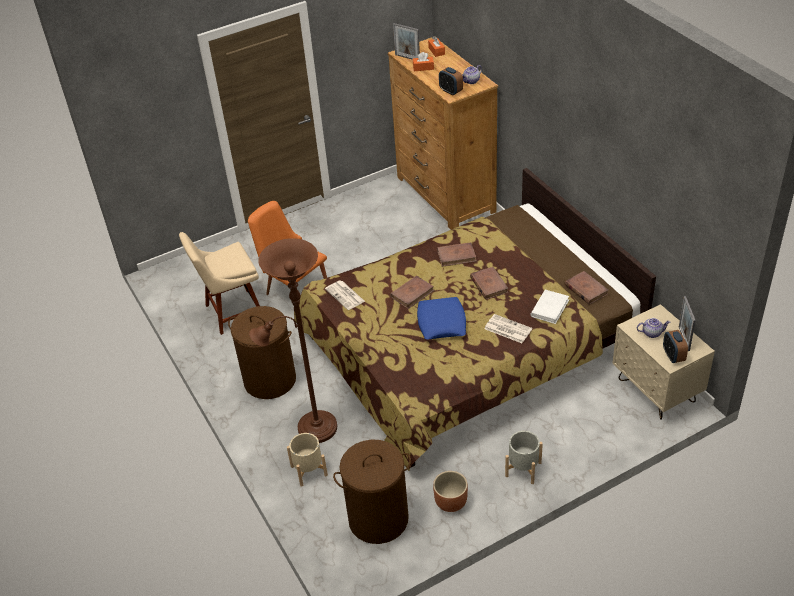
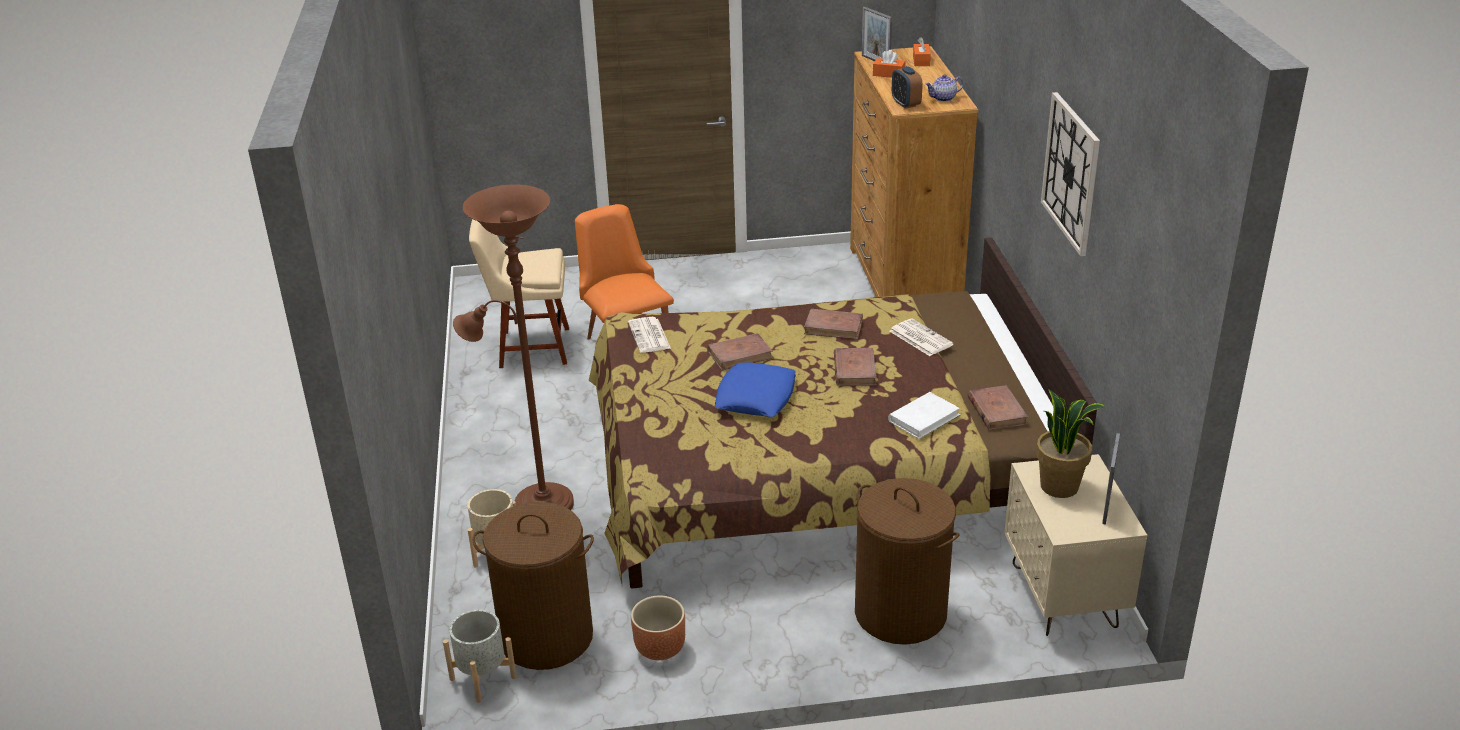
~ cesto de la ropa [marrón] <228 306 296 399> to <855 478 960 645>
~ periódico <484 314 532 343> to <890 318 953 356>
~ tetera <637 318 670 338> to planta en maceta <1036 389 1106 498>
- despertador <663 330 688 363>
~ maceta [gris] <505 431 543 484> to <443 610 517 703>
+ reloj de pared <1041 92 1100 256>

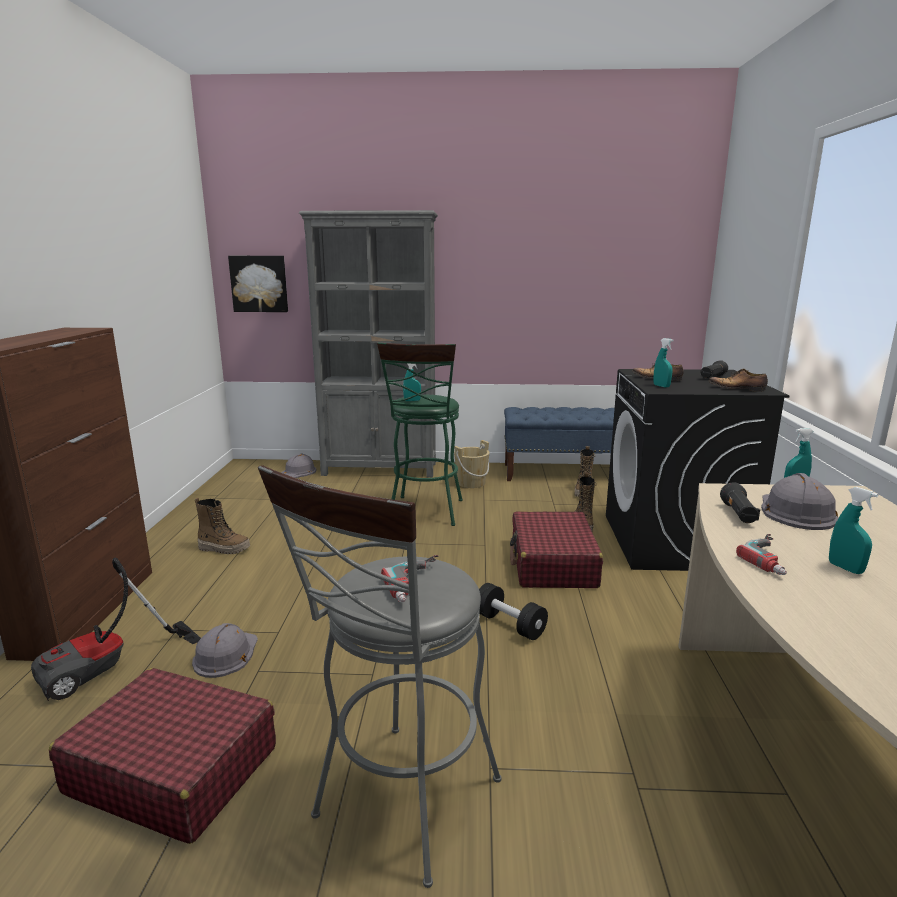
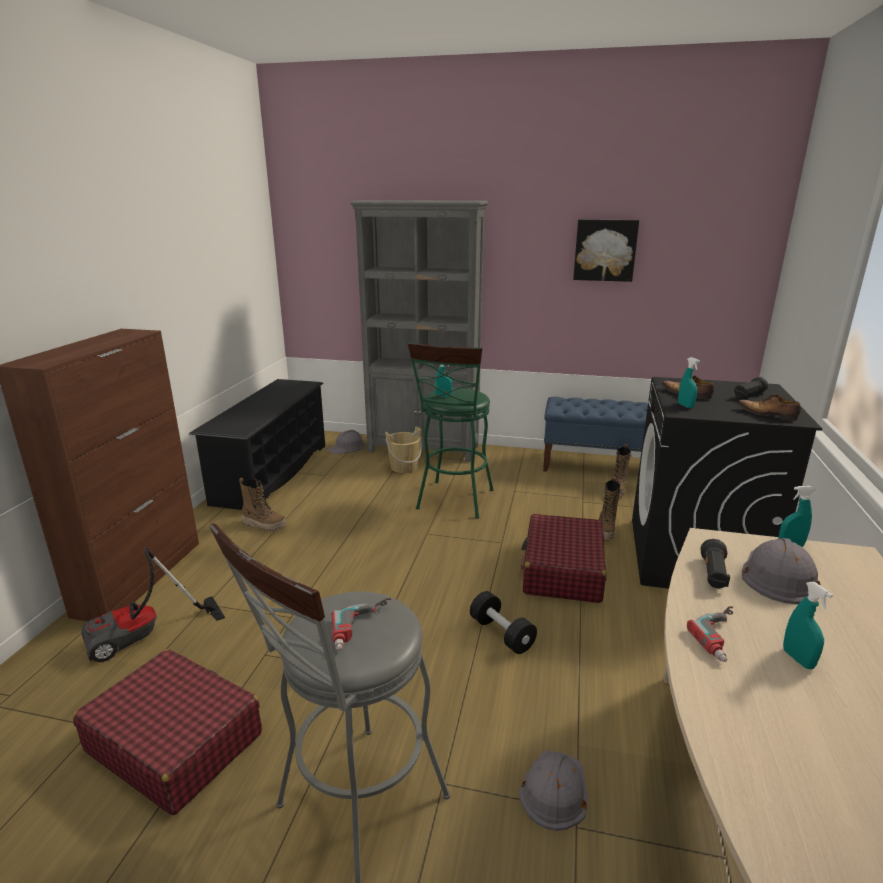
~ cuadro <228 256 288 312> to <573 219 639 282>
~ cubo [beis] <454 440 490 488> to <385 427 422 473>
~ casco [gris] <192 623 258 678> to <519 750 588 831>
+ zapatero [negro] <189 379 325 510>

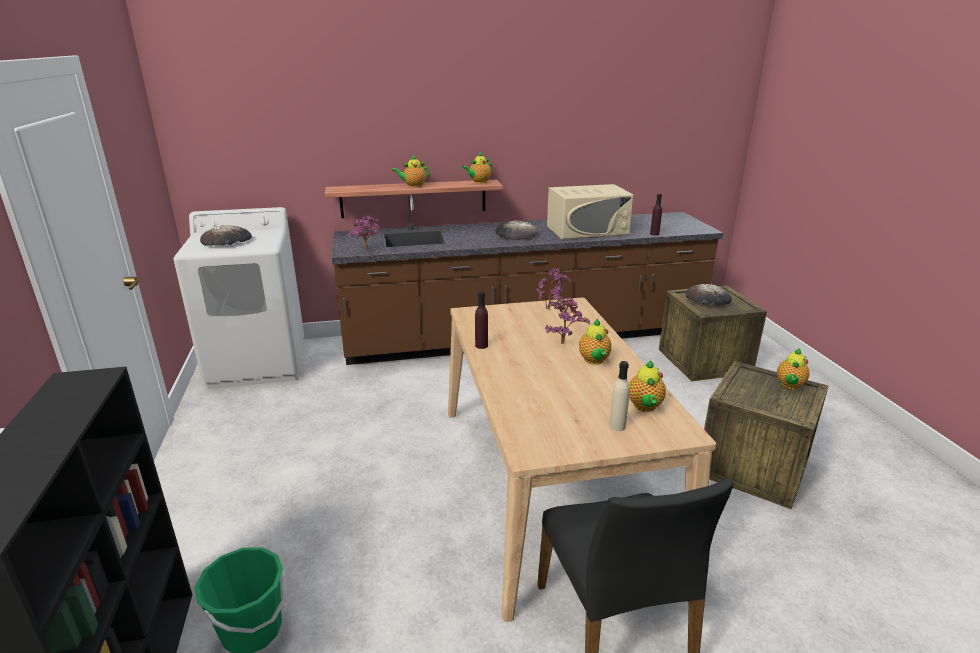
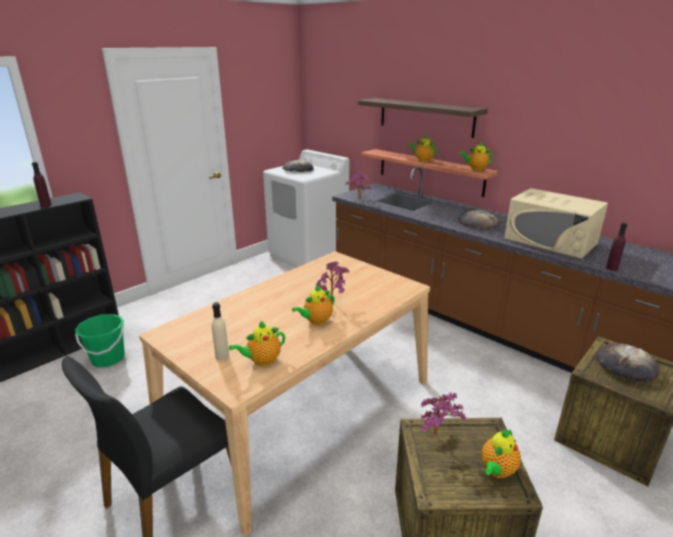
~ planta en maceta <536 268 571 309> to <419 392 466 436>
~ botella [morado] <475 291 488 349> to <32 162 52 207>
~ tetera <777 348 810 389> = <481 429 521 478> 45 degrees counterclockwise
+ estante <358 98 488 138>

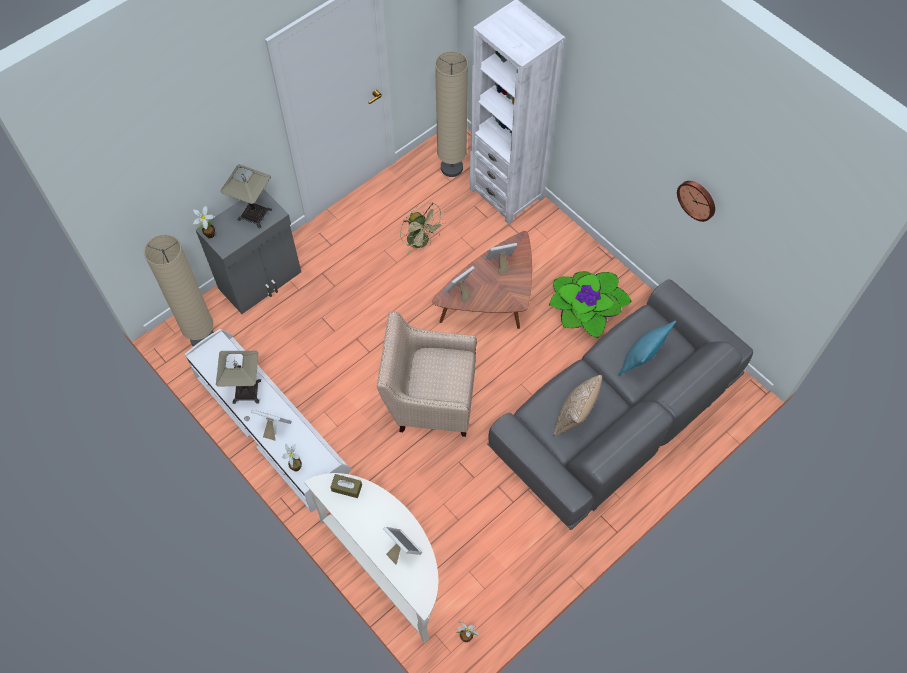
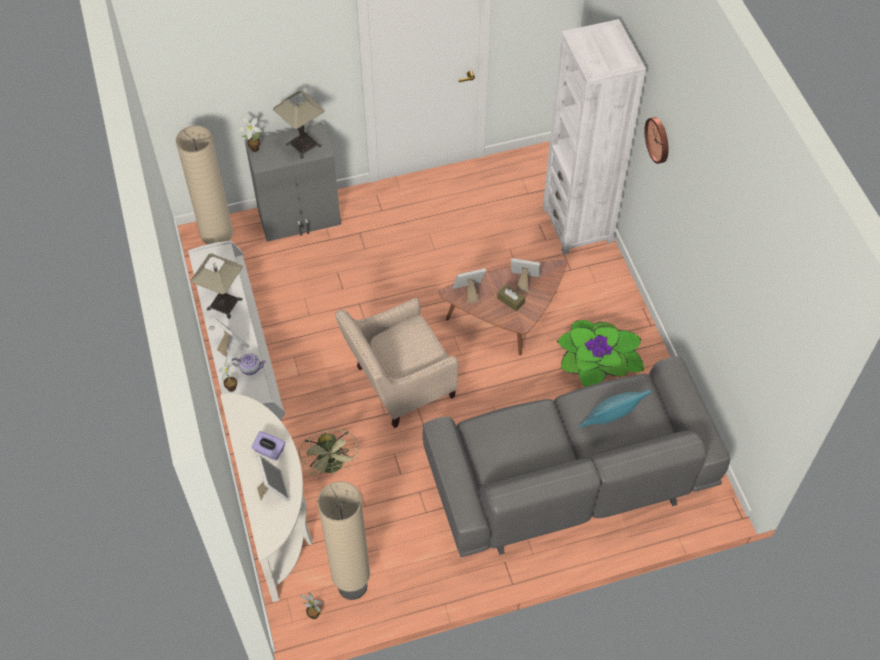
~ lámpara de pie [beis] <435 51 468 177> to <317 481 370 600>
~ reloj de pared <677 181 715 222> to <644 117 669 164>
~ ventilador [verde] <400 202 445 255> to <299 430 359 476>
~ sillón [beis] <377 311 477 437> = <335 298 459 428> 60 degrees counterclockwise
- cojín <553 375 602 436>
~ caja de pañuelos [marrón] <331 474 362 498> to <497 284 525 312>
+ tetera <231 353 267 375>
+ caja de pañuelos [morado] <251 431 285 460>

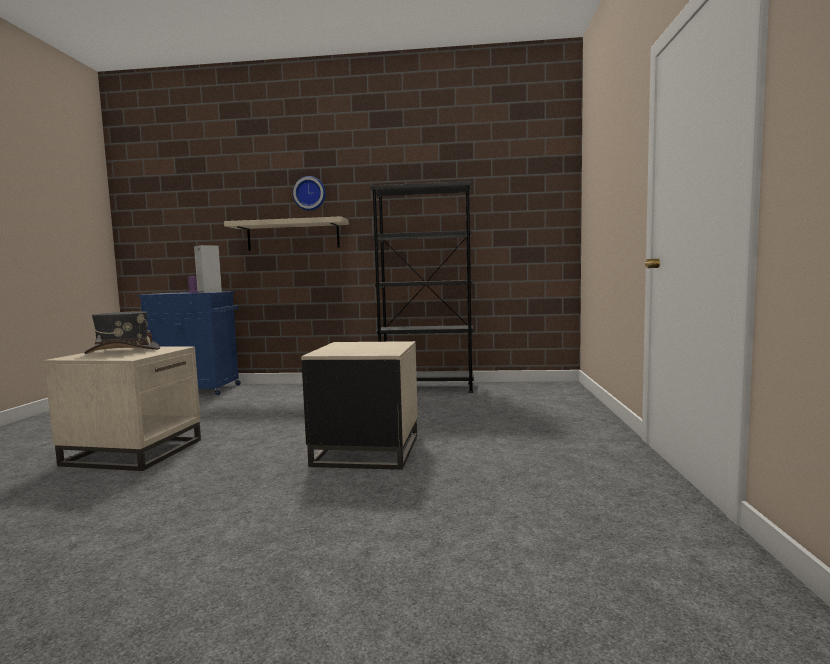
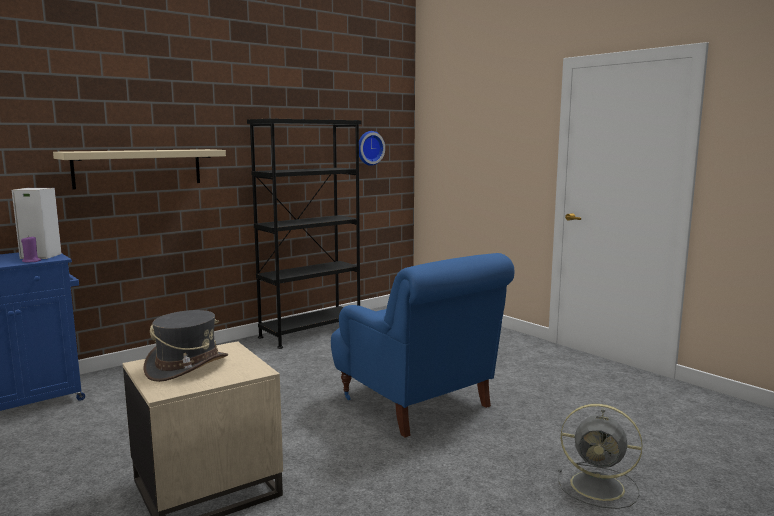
~ reloj de pared <293 176 326 211> to <359 131 385 166>
~ mesa auxiliar [beis] <301 341 418 470> to sillón [azul] <331 253 514 438>
+ ventilador [gris] <558 404 643 509>

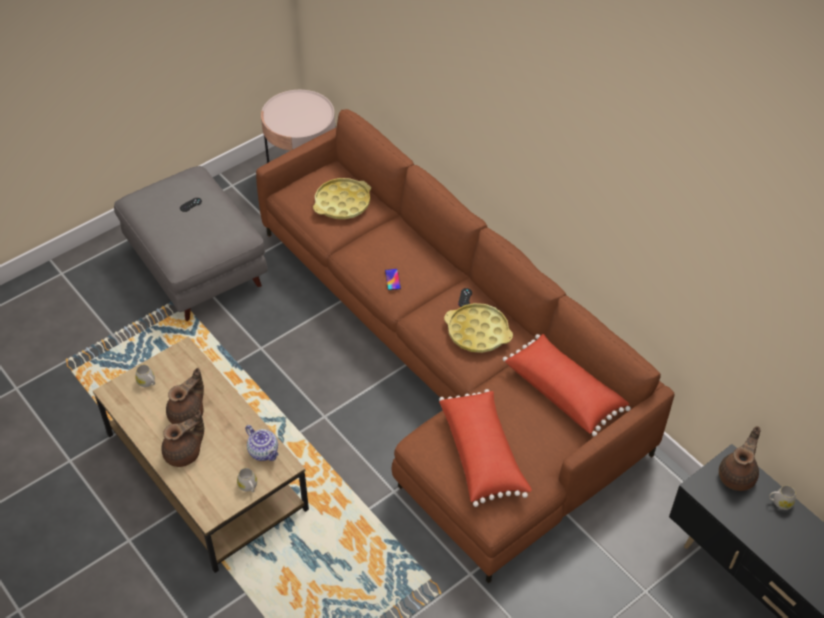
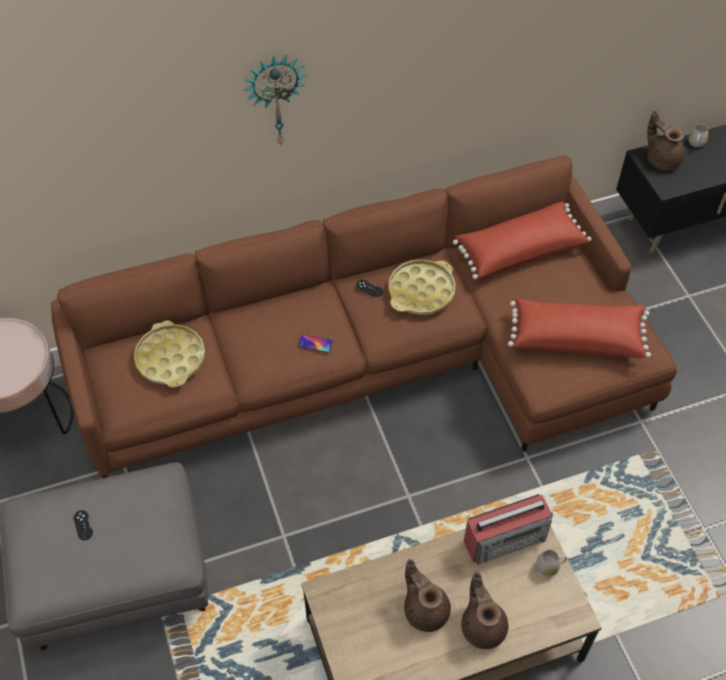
- taza grande [blanco] <135 365 155 387>
~ tetera <245 425 279 461> to radio <464 494 553 564>
+ reloj de pared <243 55 307 145>

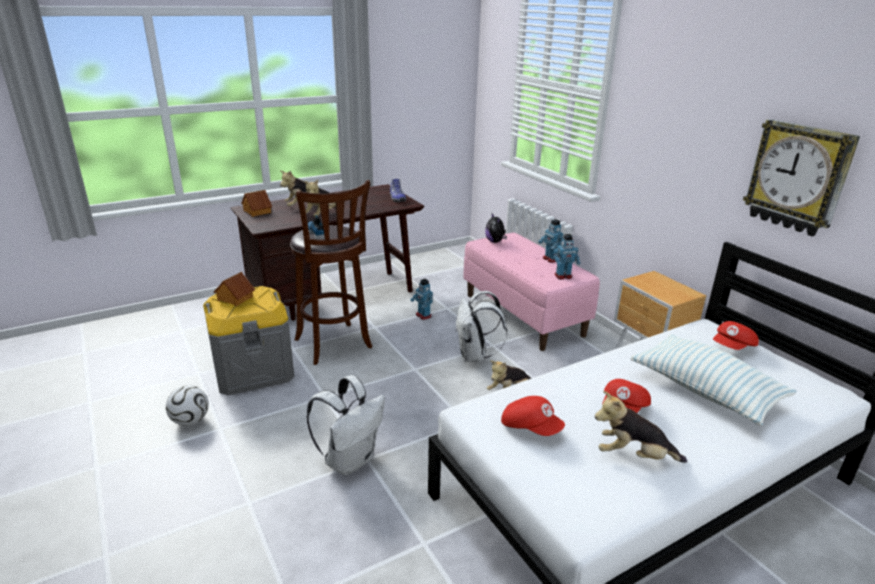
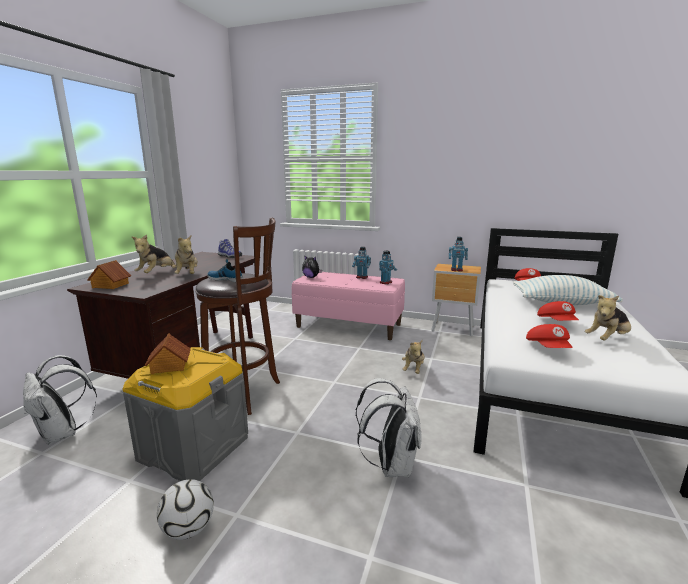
- reloj de pared <743 119 860 236>
~ robot de juguete <410 279 433 320> to <449 237 468 271>
~ mochila [blanco] <455 291 507 362> to <23 355 97 445>
~ gorra [rojo] <501 396 565 436> = <526 324 573 348> 90 degrees clockwise

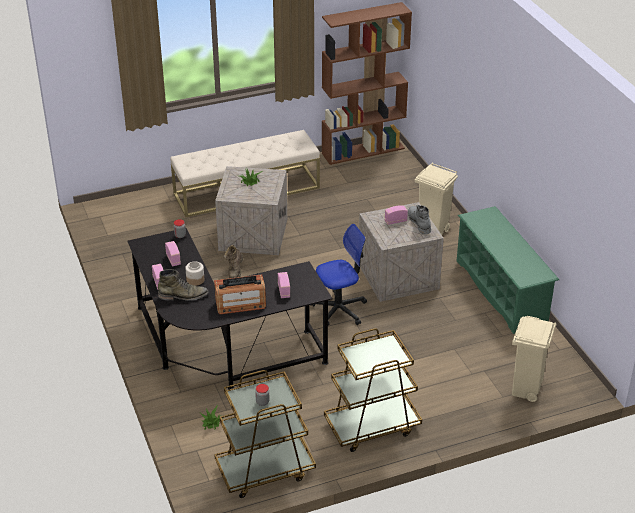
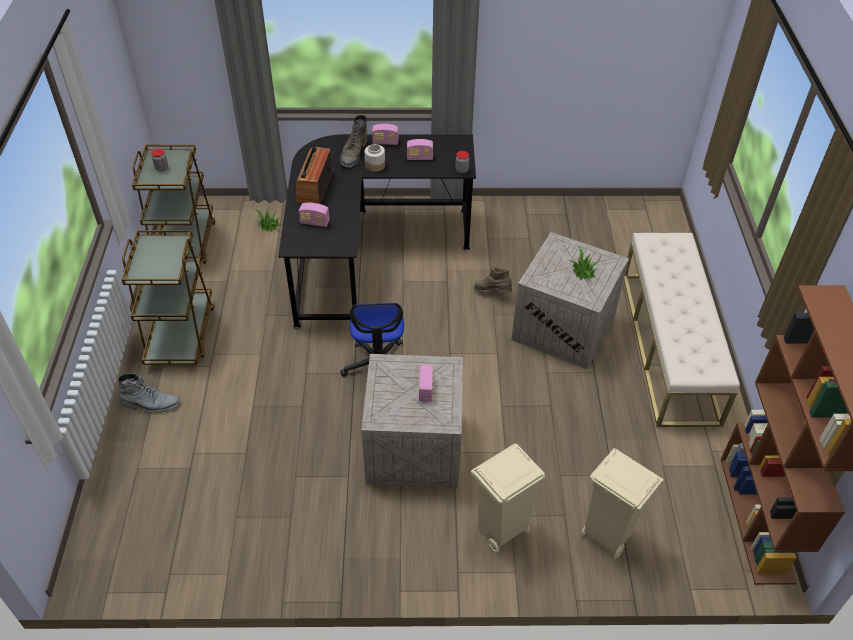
~ bota [gris] <408 205 431 234> to <118 373 180 412>
- zapatero [verde] <457 206 560 334>
~ papelera [beis] <512 316 556 402> to <581 448 664 559>

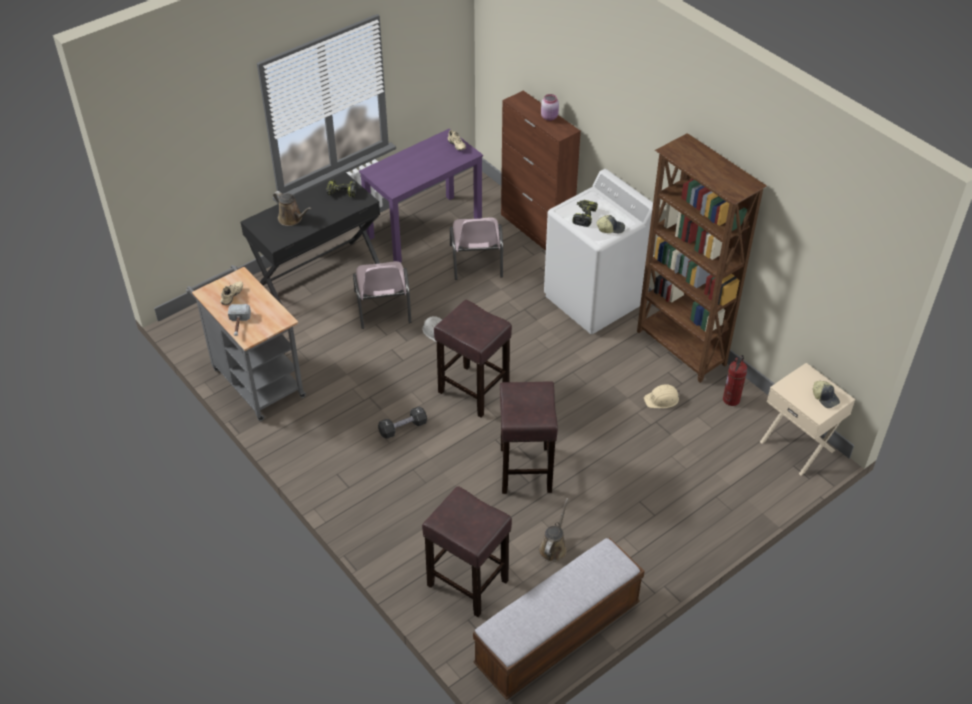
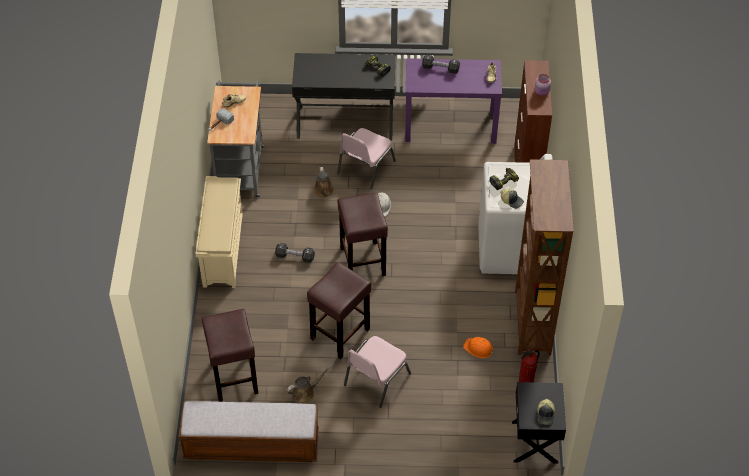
~ regadera [marrón] <273 191 312 226> to <314 167 334 197>
~ silla [rosa] <450 217 503 280> to <344 336 411 408>
~ mesita de noche [beis] <760 363 855 475> to mesita de noche [negro] <512 382 566 463>
~ casco [beis] <644 384 680 409> to casco [naranja] <463 337 495 358>
+ mancuerna [negro] <422 55 460 74>
+ zapatero [beis] <196 176 243 288>

